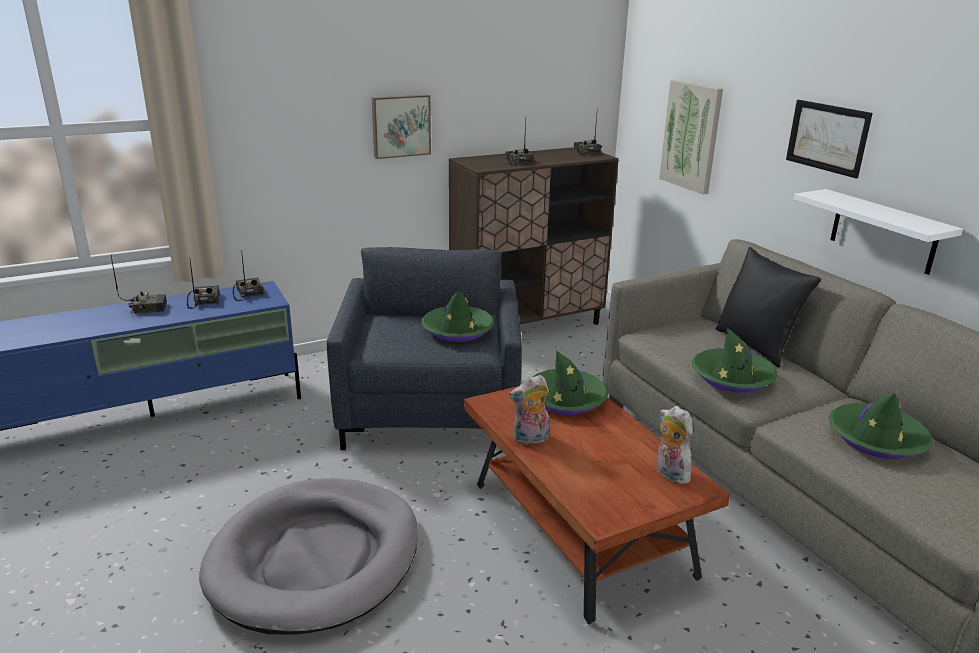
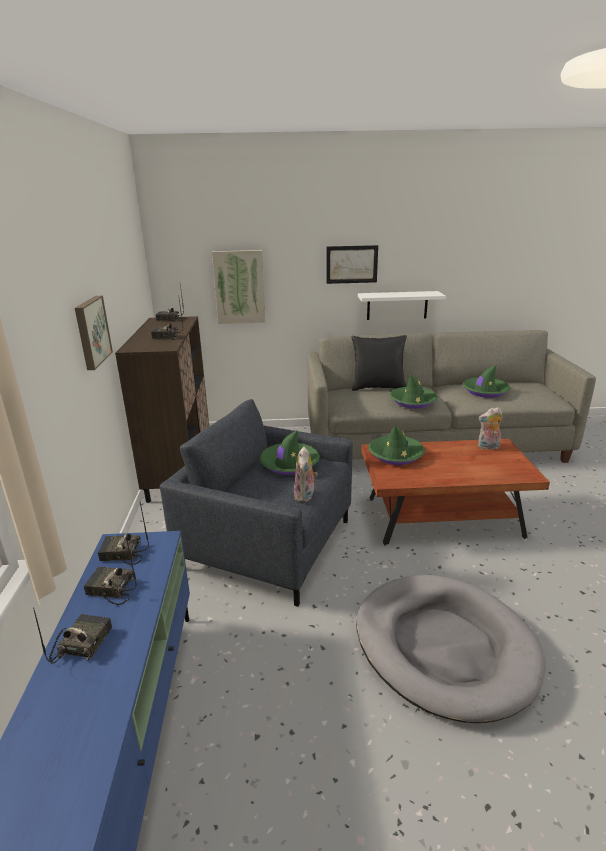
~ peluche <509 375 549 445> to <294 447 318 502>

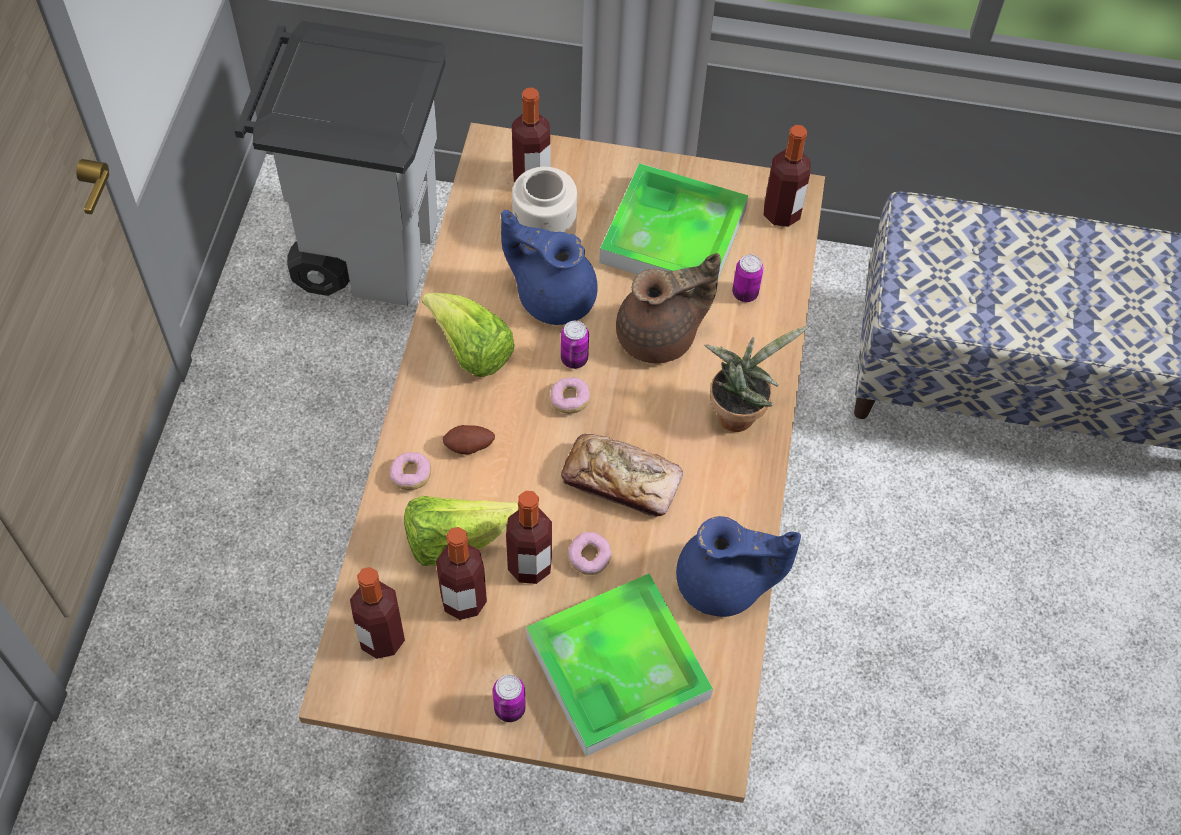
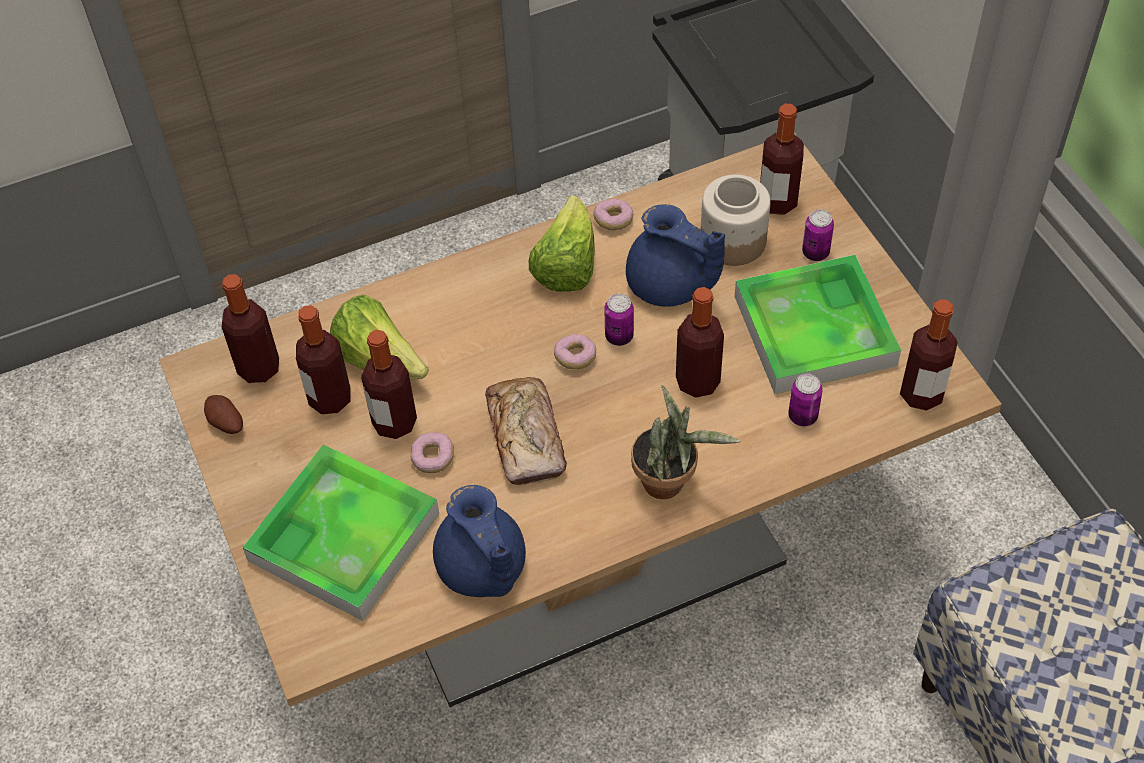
~ tetera [azul] <501 210 598 325> = <626 204 725 307> 135 degrees clockwise
~ tetera [marrón] <616 253 721 364> to botella <676 287 724 398>
~ patata <442 425 495 454> to <204 395 243 434>
~ rosquilla <390 452 431 490> to <593 198 633 230>
~ lata <493 675 526 722> to <802 209 834 261>

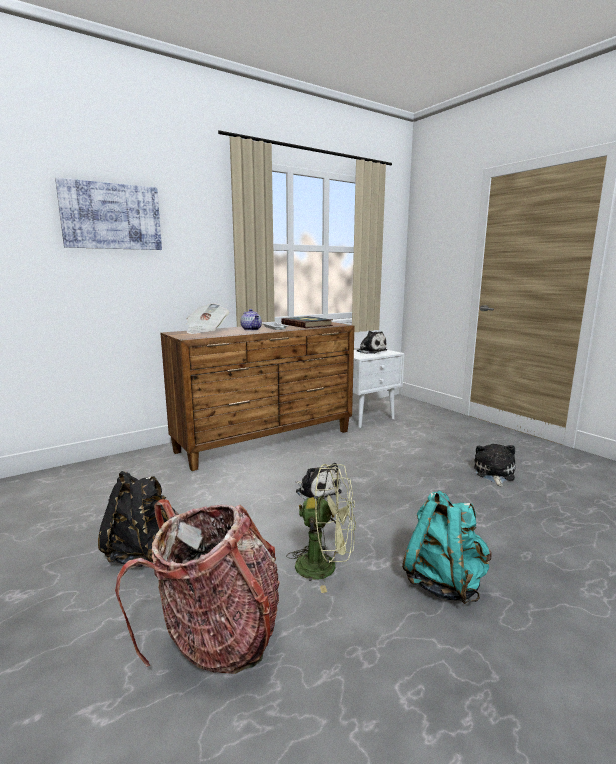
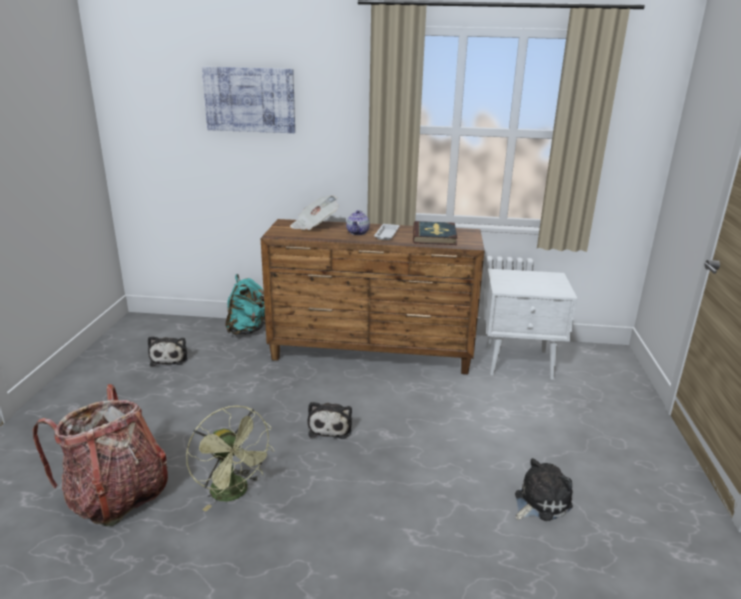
~ peluche <354 331 387 354> to <148 336 188 366>
- mochila [negro] <98 471 179 567>
~ mochila [turquesa] <402 490 492 604> to <226 274 265 335>

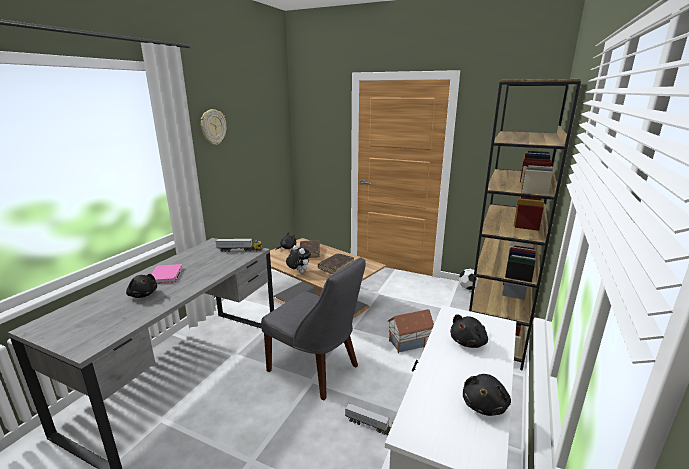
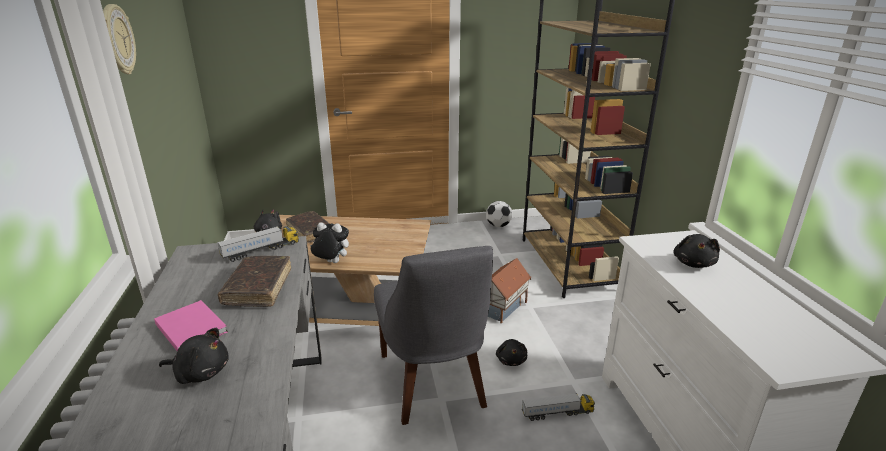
~ libro [marrón] <318 253 354 274> to <217 256 291 307>
~ silla [gris] <261 257 366 400> = <374 246 493 425> 75 degrees clockwise
~ peluche [negro] <463 374 511 416> to <496 339 527 366>

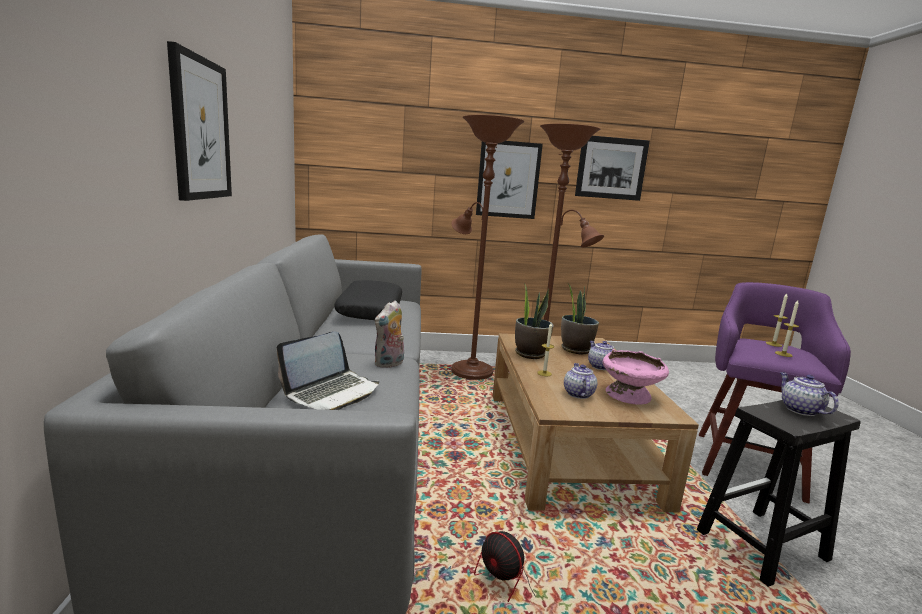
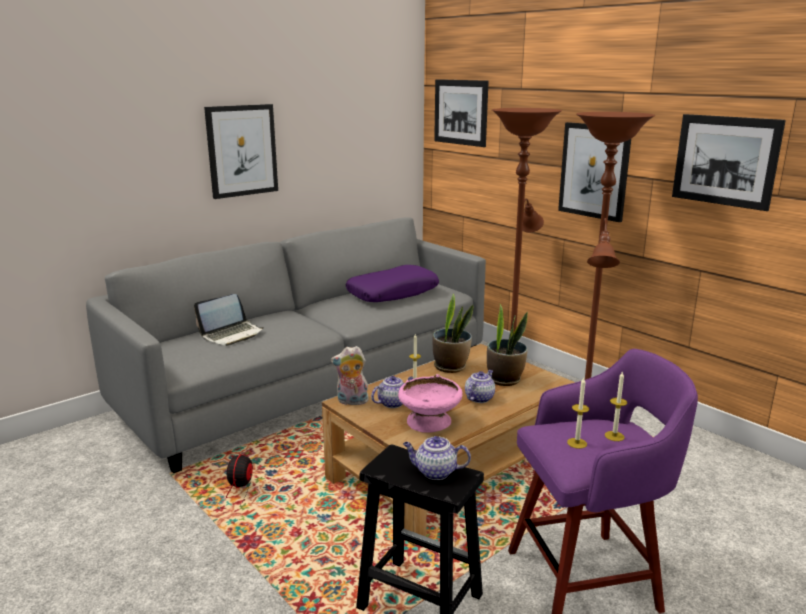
~ cojín [negro] <334 280 402 320> to cojín [morado] <346 265 439 302>
~ peluche <375 300 404 368> to <331 346 369 405>
~ portátil <276 331 379 410> = <194 294 264 346> 45 degrees counterclockwise
~ tetera <780 372 839 416> = <403 436 471 480> 120 degrees counterclockwise
+ cuadro <434 79 489 147>

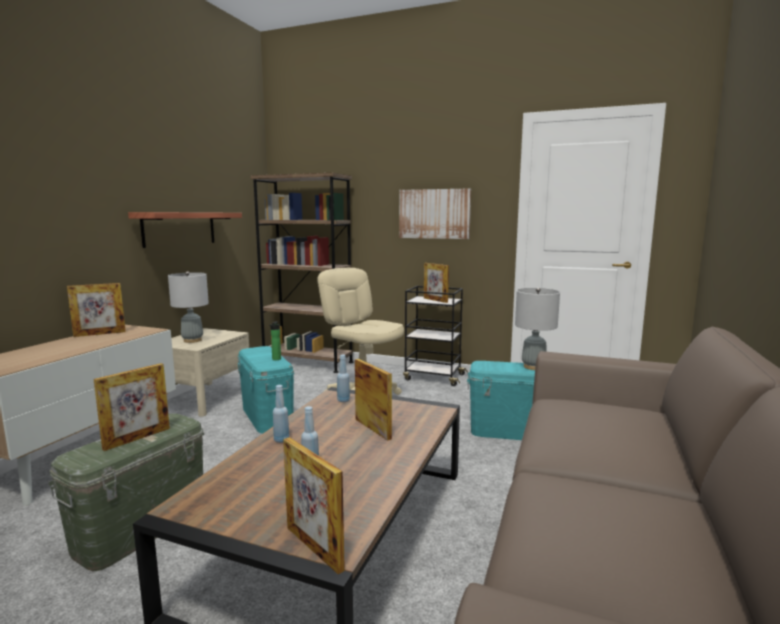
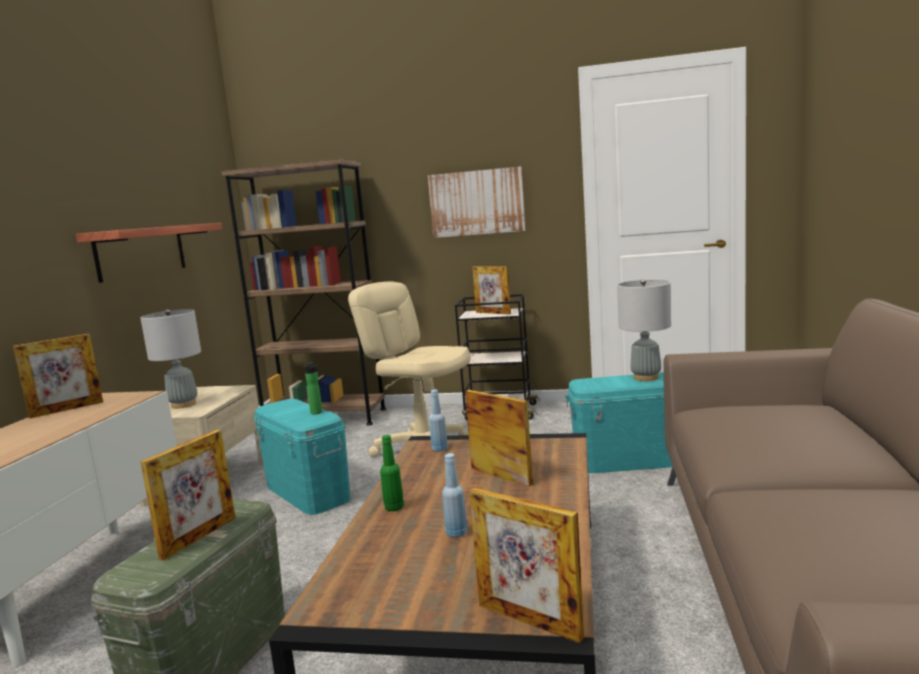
~ botella [azul] <273 385 289 443> to botella [verde] <380 435 404 511>

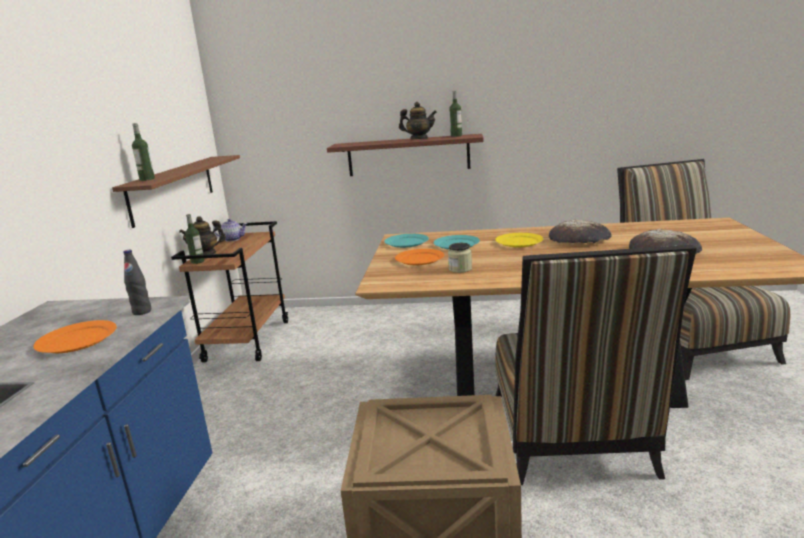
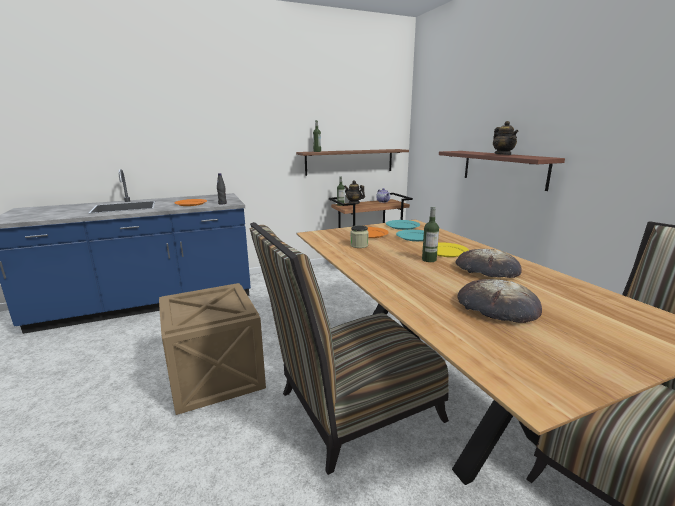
~ botella <449 91 462 137> to <422 206 439 262>

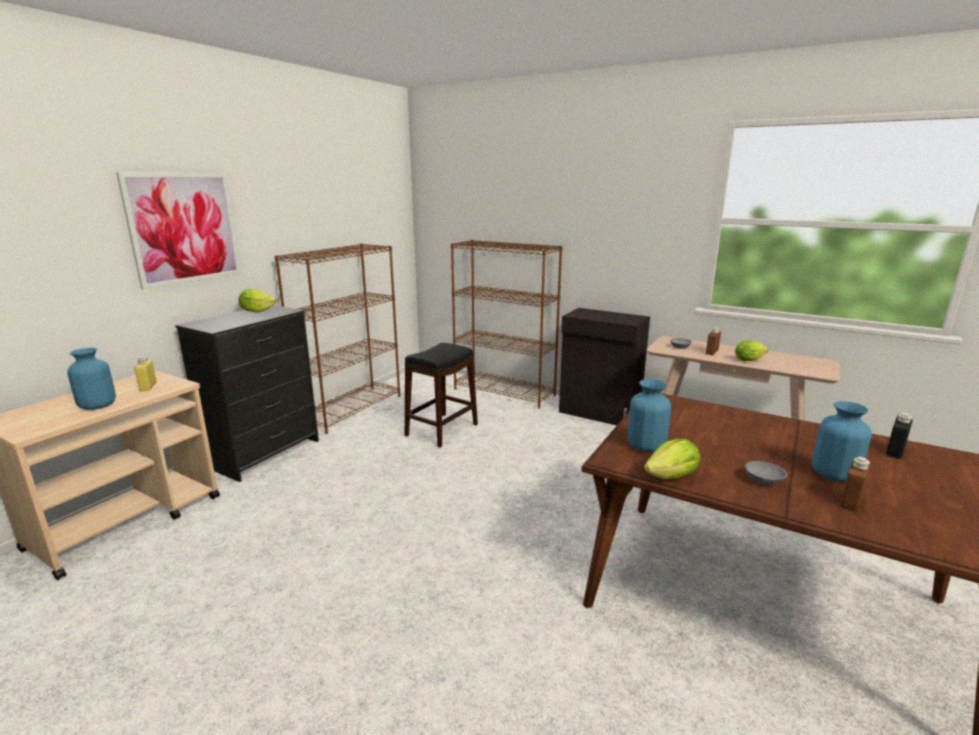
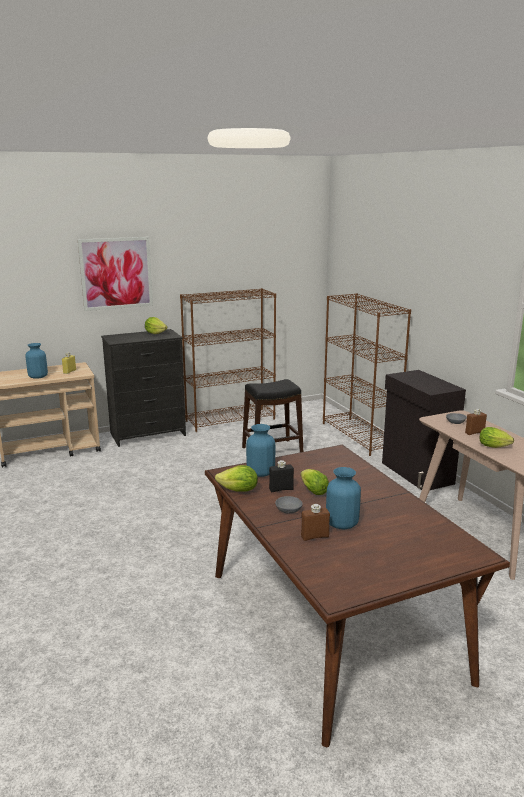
~ botella [negro] <886 413 913 459> to <269 460 294 492>
+ lechuga <301 469 329 495>

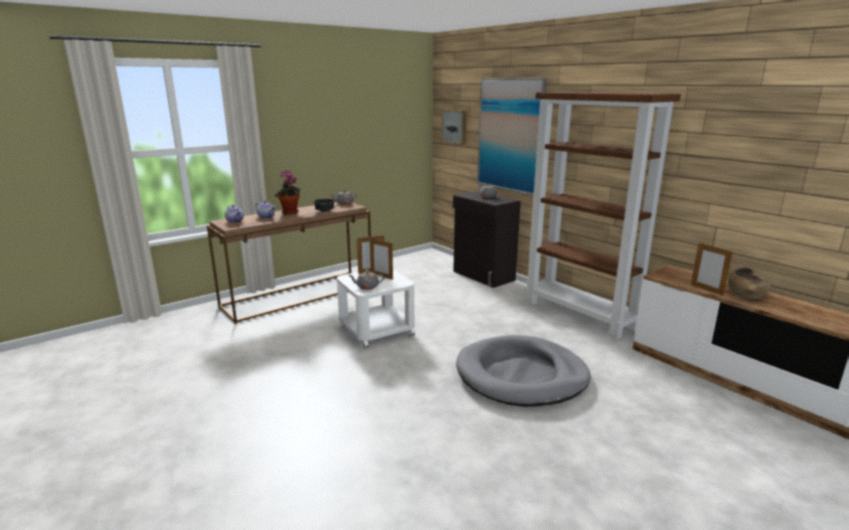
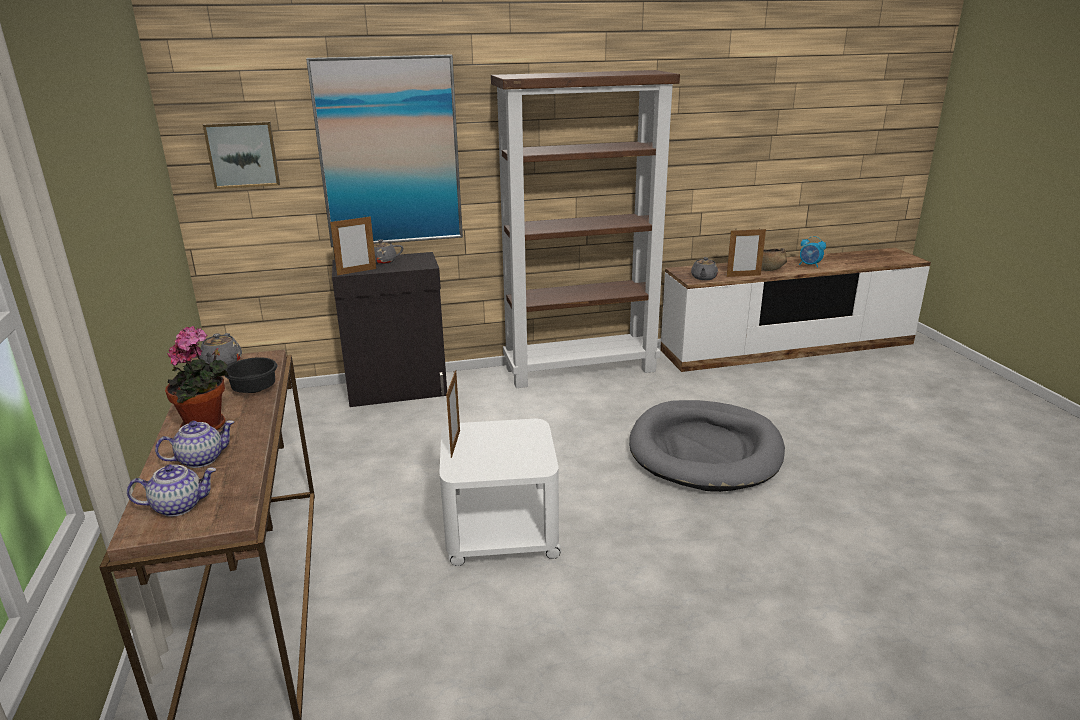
~ portarretratos <370 238 393 280> to <330 215 376 275>
~ tetera [gris] <348 270 384 290> to <691 257 718 280>
+ despertador <799 236 826 268>

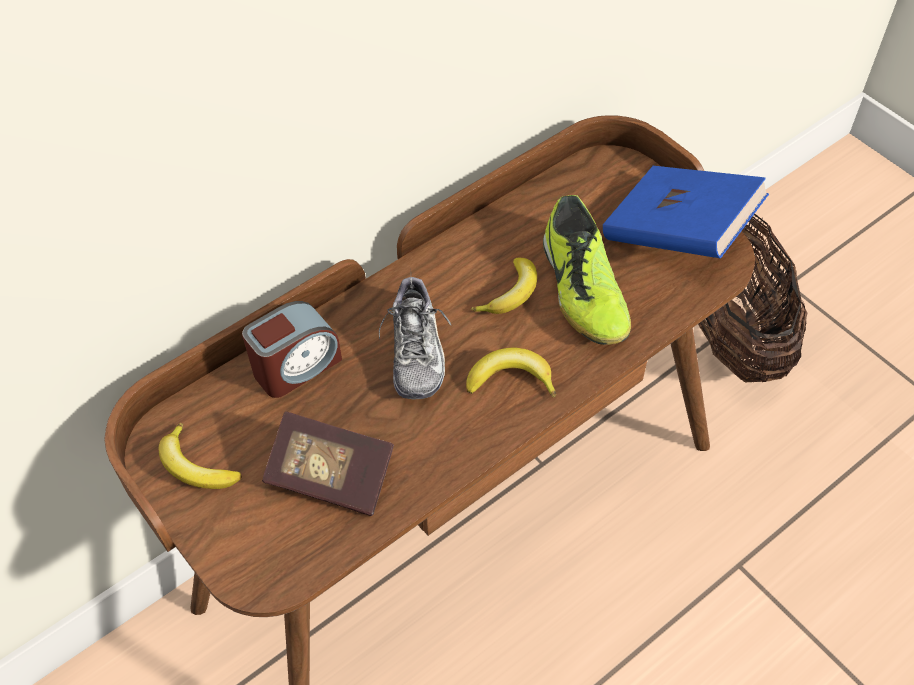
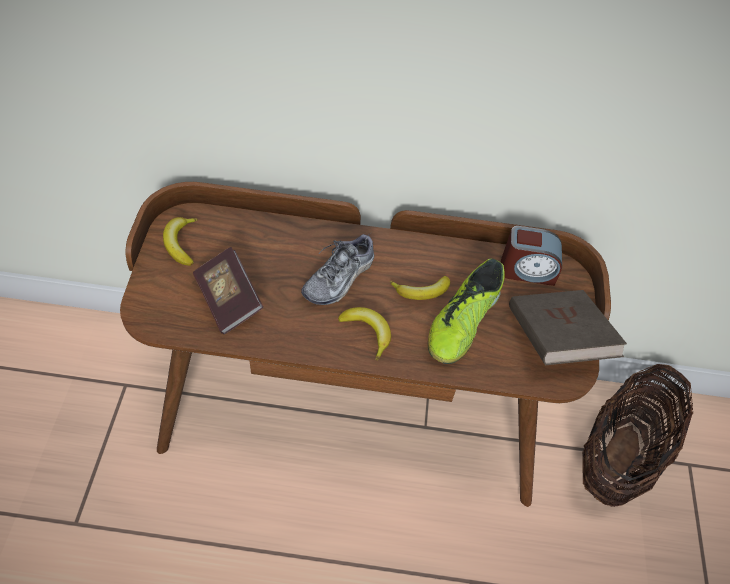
~ libro [azul] <603 166 769 258> to libro [marrón] <509 290 627 365>
~ despertador <242 301 342 398> to <501 226 562 286>

